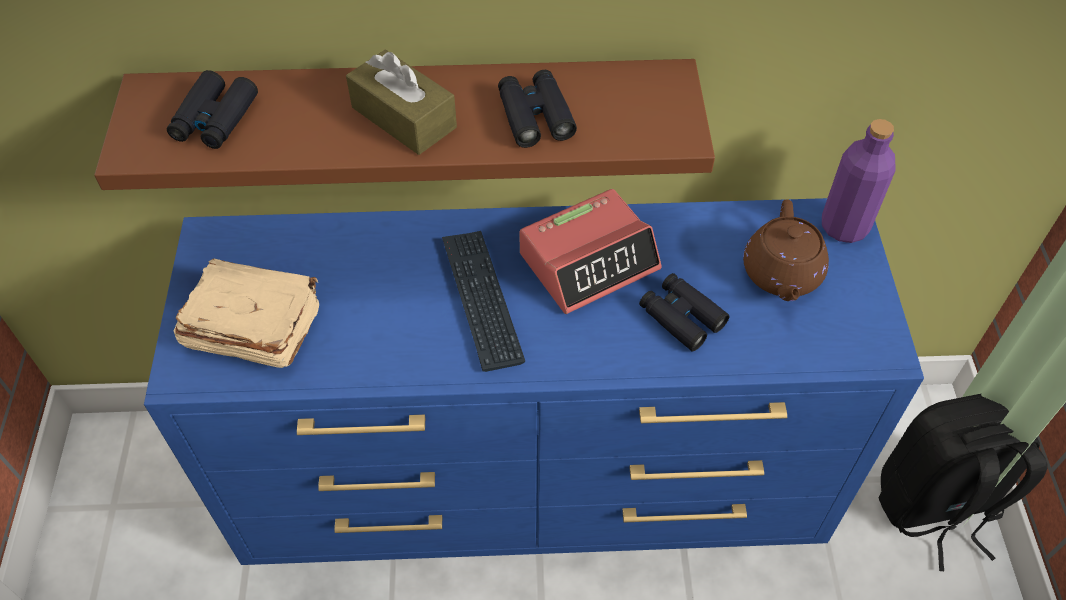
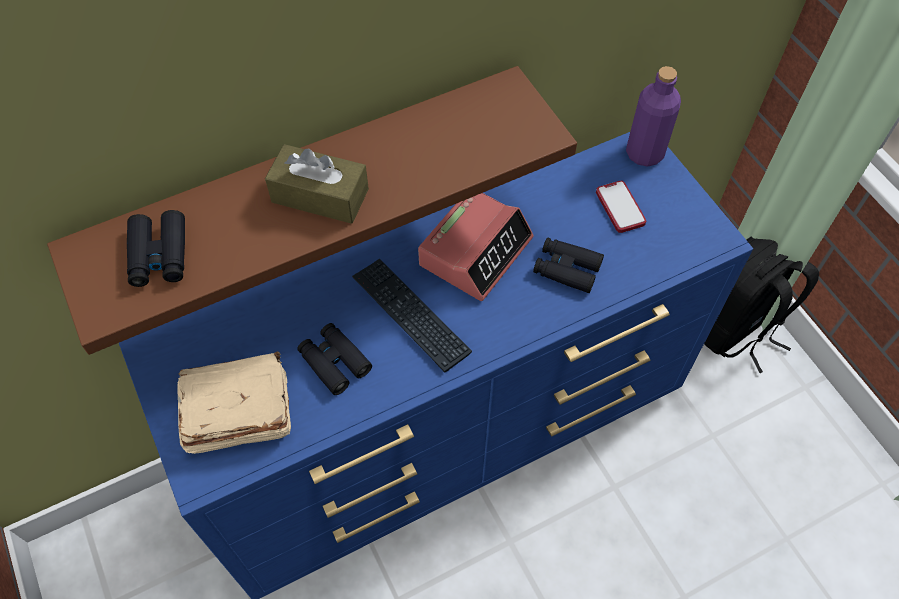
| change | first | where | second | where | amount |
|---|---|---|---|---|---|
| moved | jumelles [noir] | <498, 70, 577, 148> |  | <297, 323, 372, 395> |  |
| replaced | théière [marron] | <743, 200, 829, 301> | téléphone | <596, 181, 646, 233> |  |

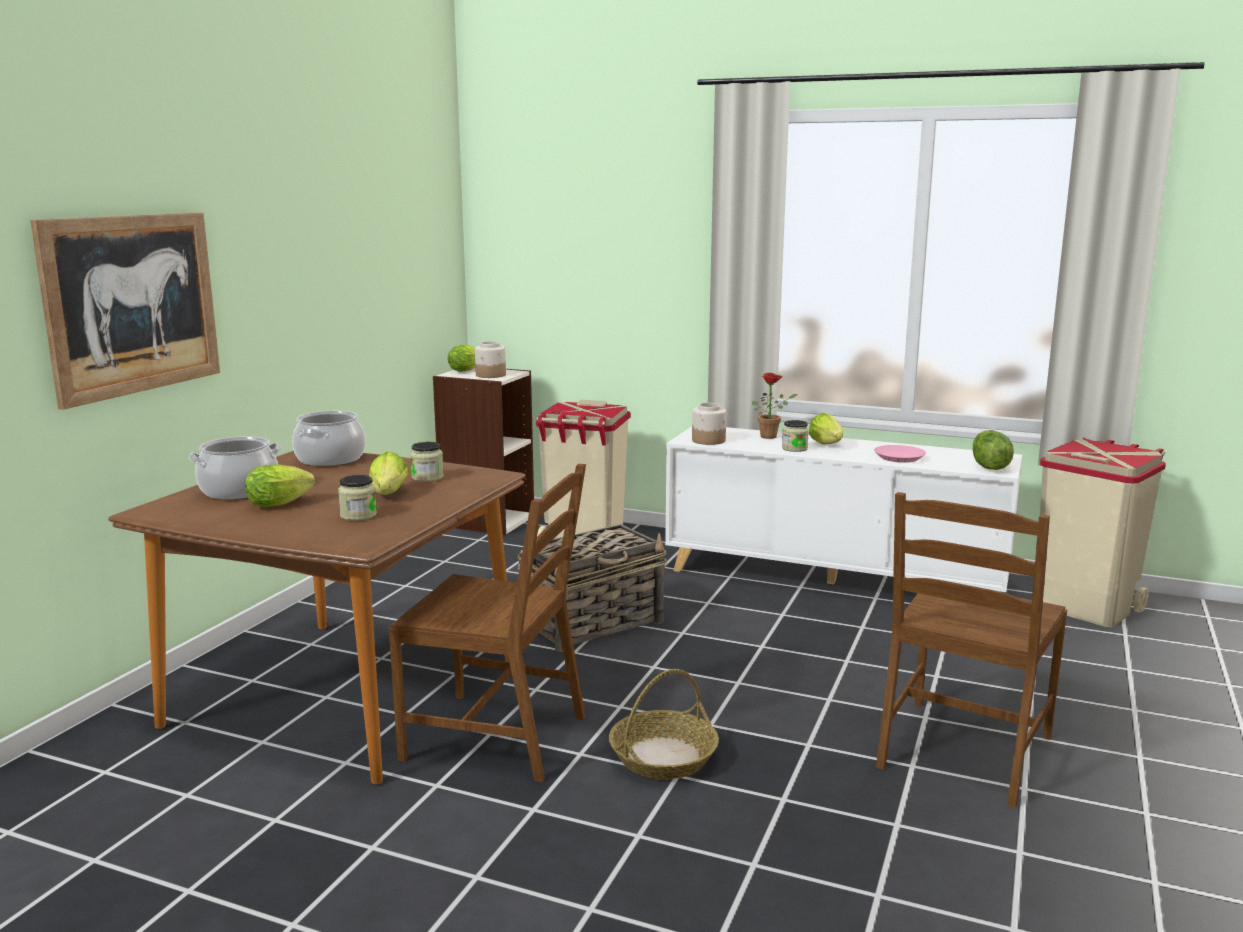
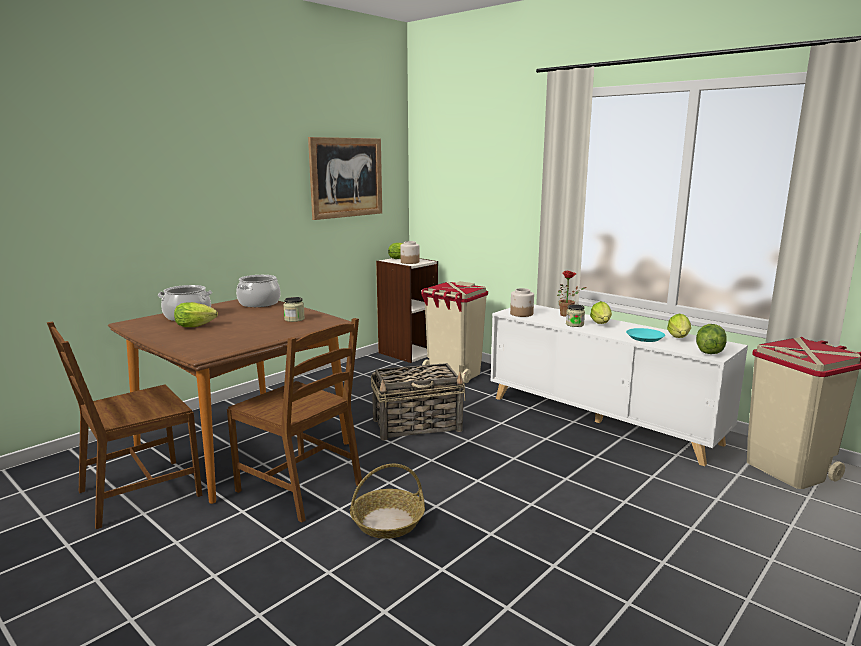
| change | first | where | second | where | amount |
|---|---|---|---|---|---|
| moved | tableau | <30, 212, 220, 410> |  | <308, 137, 382, 220> |  |
| recoloured | assiette [rose] | <874, 445, 926, 463> | assiette [turquoise] | <626, 328, 665, 342> |  |
| moved | laitue | <369, 452, 409, 495> |  | <667, 313, 691, 338> |  |
| removed | bocal | <338, 475, 377, 521> |  |  |  |
| moved | chaise [marron] | <876, 492, 1067, 808> |  | <47, 321, 202, 529> |  |

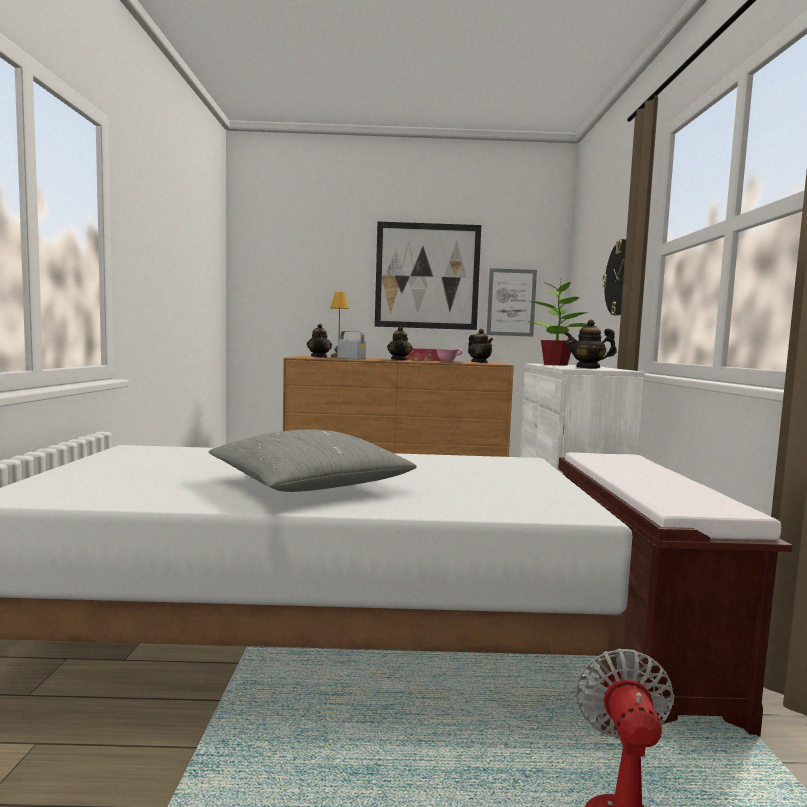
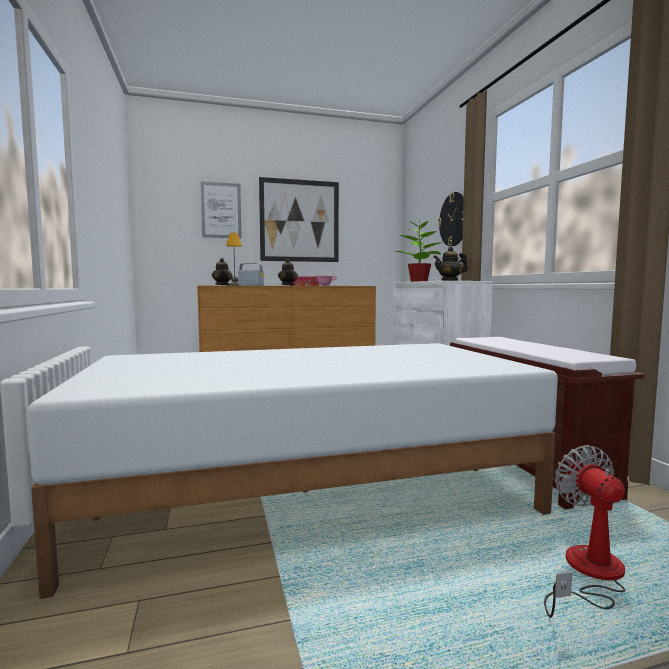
| change | first | where | second | where | amount |
|---|---|---|---|---|---|
| moved | tableau | <487, 268, 537, 337> |  | <200, 181, 242, 239> |  |
| removed | théière | <468, 329, 493, 363> |  |  |  |
| removed | coussin [gris] | <209, 429, 417, 492> |  |  |  |

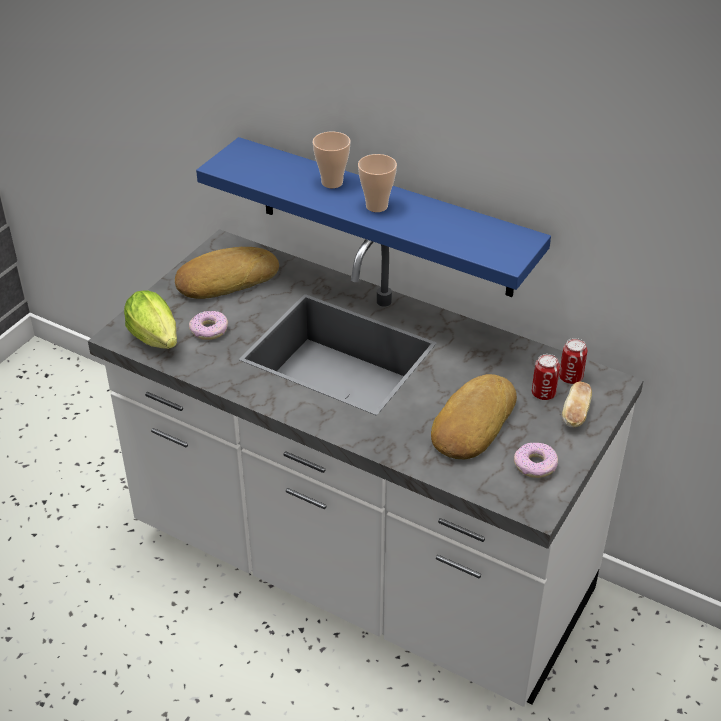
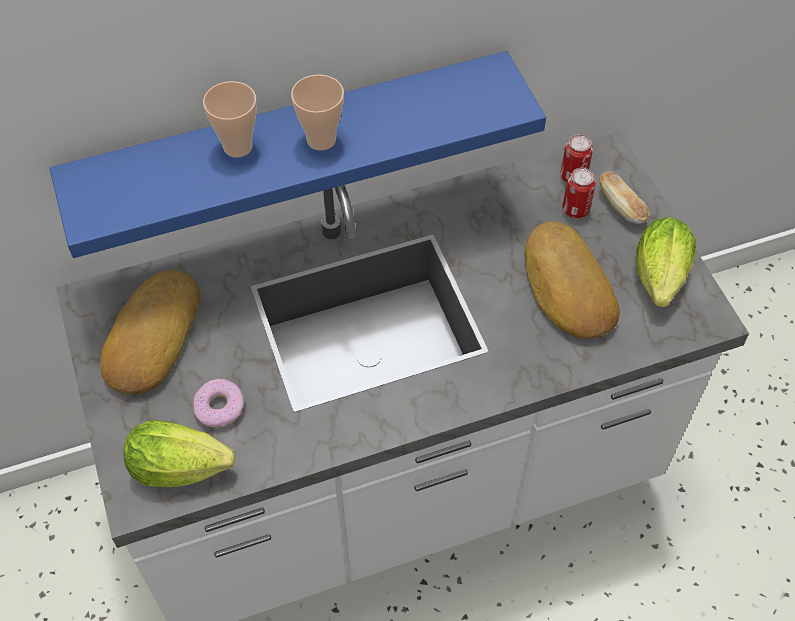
| change | first | where | second | where | amount |
|---|---|---|---|---|---|
| replaced | beignet | <514, 442, 558, 478> | laitue | <636, 217, 696, 307> |  |

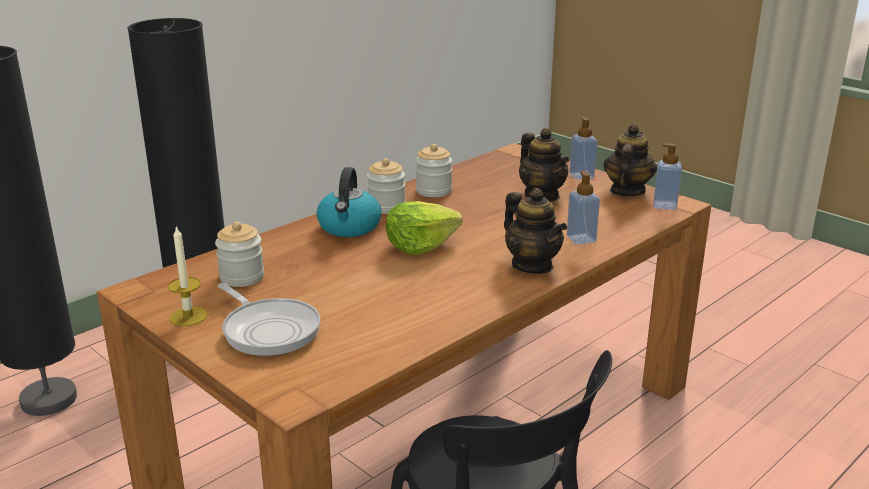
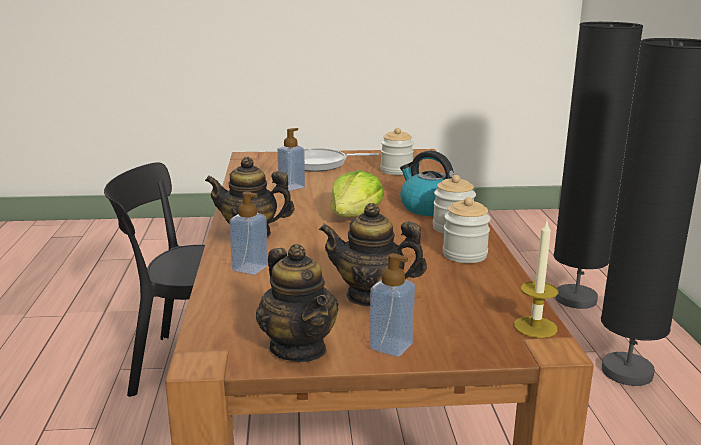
| change | first | where | second | where | amount |
|---|---|---|---|---|---|
| moved | distributeur de savon | <653, 144, 682, 210> |  | <277, 128, 305, 191> |  |
| moved | bougie | <168, 226, 208, 326> |  | <514, 221, 559, 338> |  |

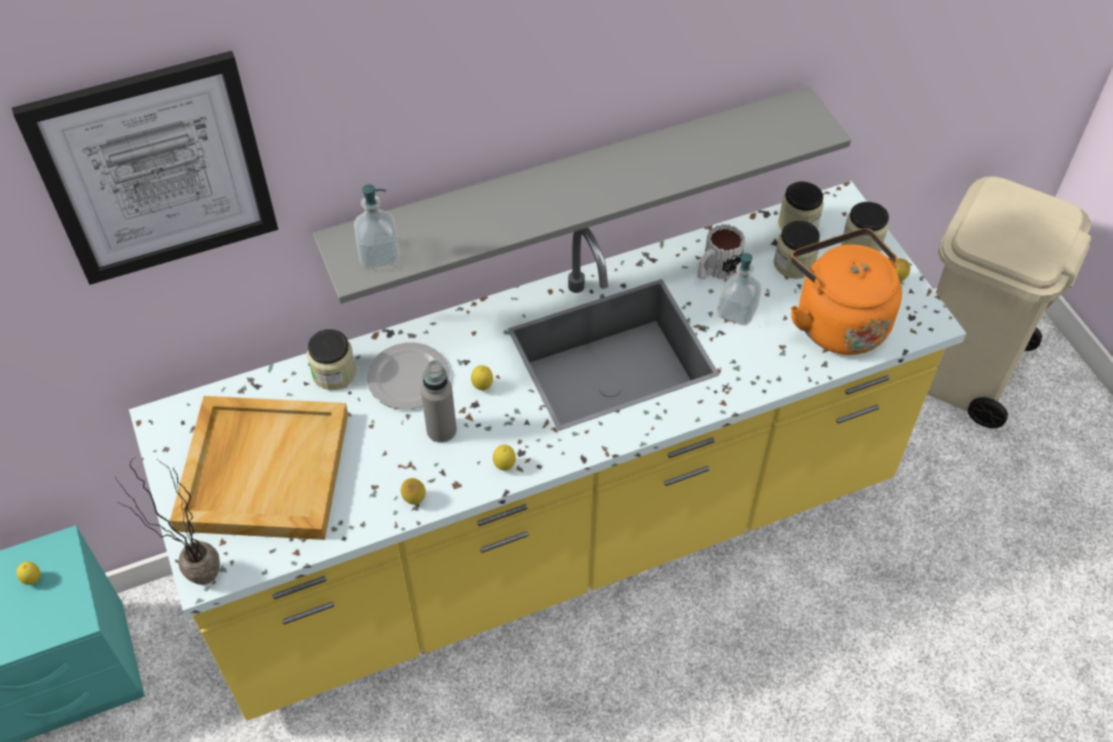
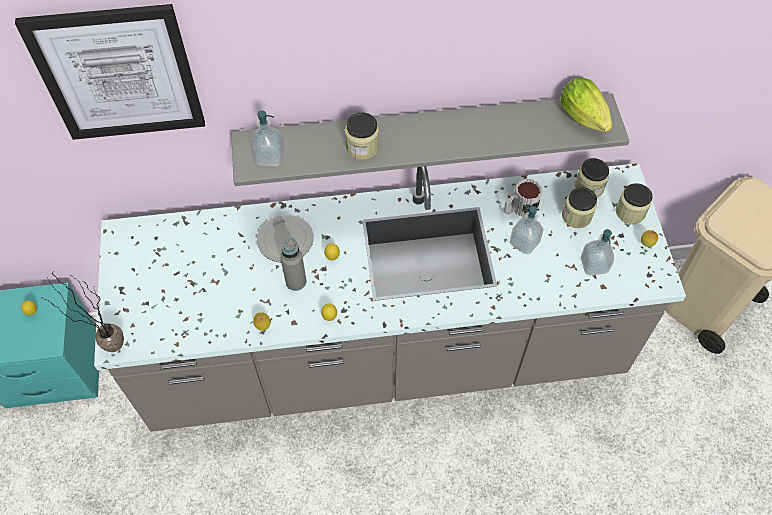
| change | first | where | second | where | amount |
|---|---|---|---|---|---|
| recoloured | comptoir de cuisine [jaune] | <129, 181, 966, 721> | comptoir de cuisine [gris] | <94, 163, 686, 432> |  |
| replaced | bouilloire [orange] | <791, 228, 902, 355> | distributeur de savon | <581, 229, 614, 275> |  |
| moved | bocal | <307, 329, 356, 390> |  | <345, 112, 379, 160> |  |
| removed | plateau [beige] | <170, 396, 348, 540> |  |  |  |
| added |  |  | laitue | <560, 77, 613, 132> |  |

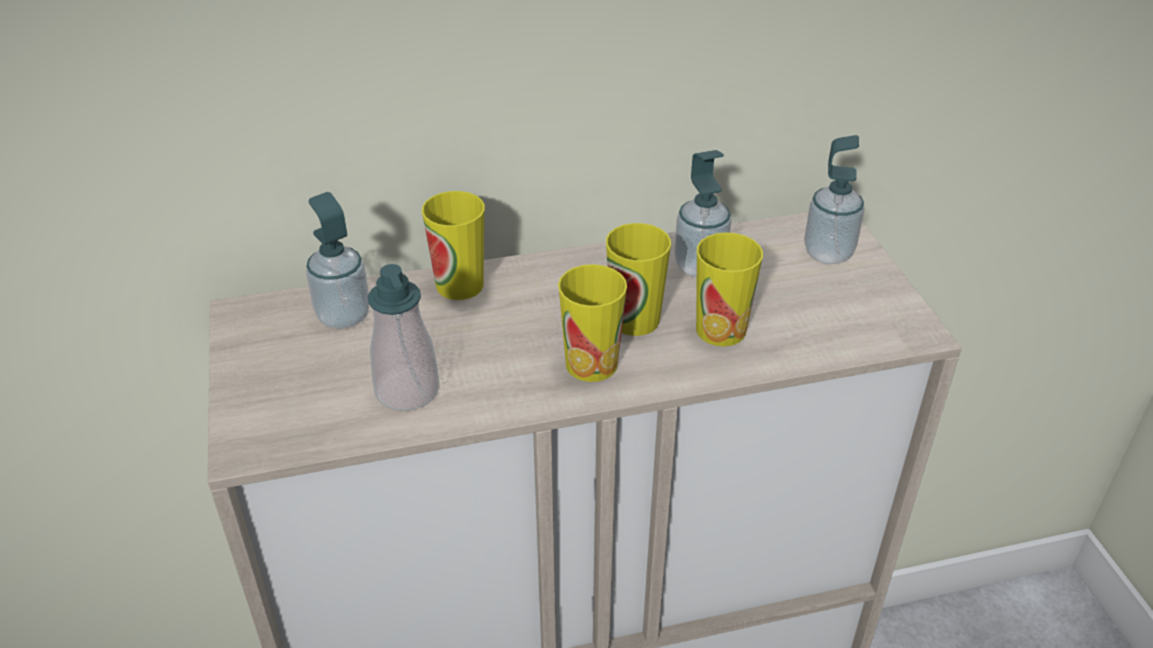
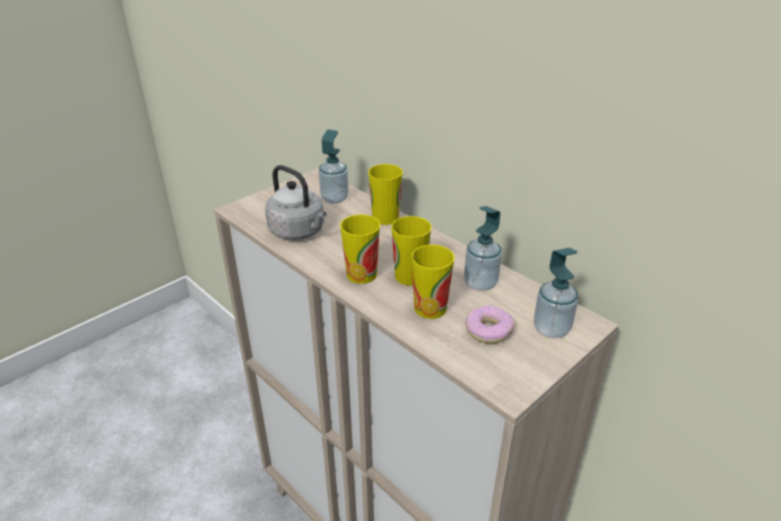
| change | first | where | second | where | amount |
|---|---|---|---|---|---|
| replaced | distributeur de savon | <368, 264, 440, 411> | bouilloire [gris] | <265, 165, 327, 240> |  |
| added |  |  | beignet | <465, 306, 514, 344> |  |

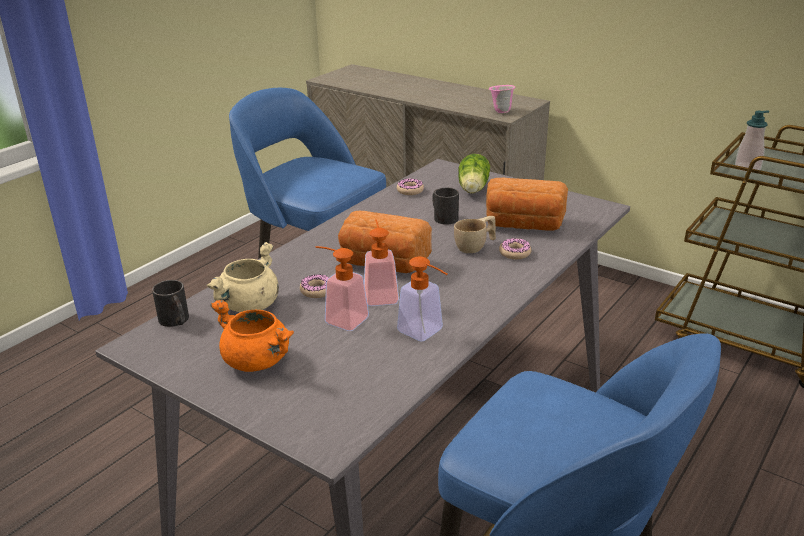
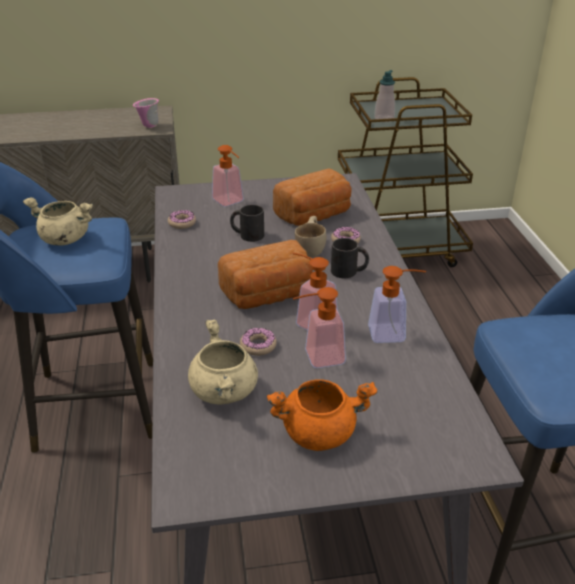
| change | first | where | second | where | amount |
|---|---|---|---|---|---|
| replaced | laitue | <458, 154, 490, 194> | distributeur de savon | <212, 145, 244, 207> |  |
| moved | mug [noir] | <152, 280, 189, 327> |  | <331, 238, 369, 278> |  |
| added |  |  | marmite [beige] | <23, 197, 93, 246> |  |

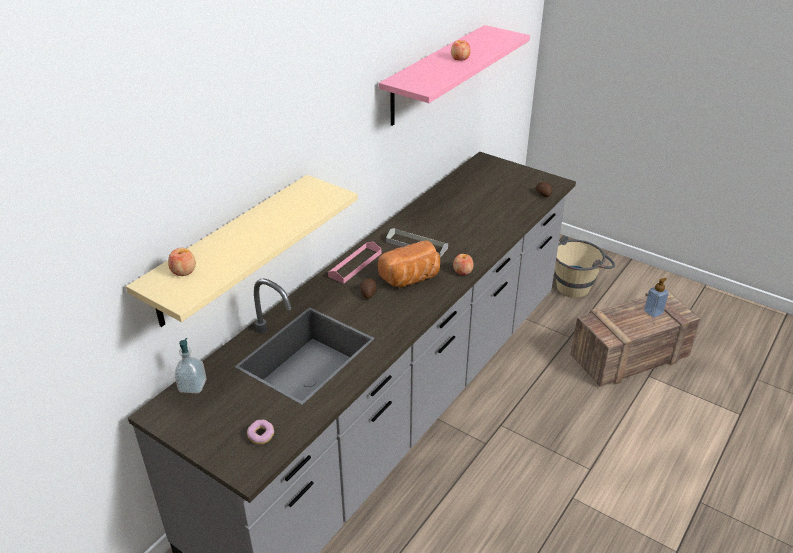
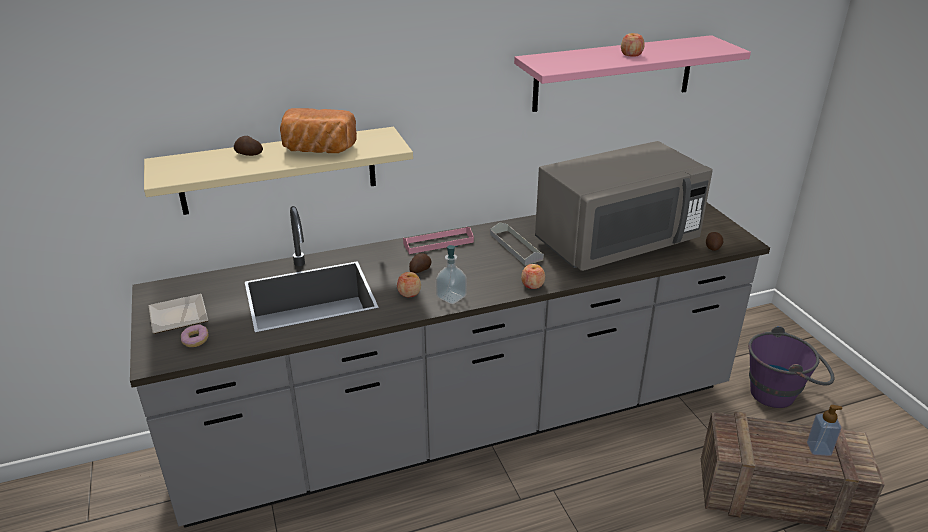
| change | first | where | second | where | amount |
|---|---|---|---|---|---|
| recoloured | seau [beige] | <555, 236, 615, 298> | seau [violet] | <748, 326, 835, 408> |  |
| moved | pain | <378, 241, 440, 288> |  | <280, 108, 357, 153> |  |
| moved | pomme | <168, 248, 196, 276> |  | <397, 272, 421, 297> |  |
| moved | distributeur de savon | <174, 338, 207, 393> |  | <436, 245, 467, 304> |  |
| added |  |  | pomme de terre | <234, 136, 263, 156> |  |
| added |  |  | micro-ondes [gris] | <535, 141, 713, 271> |  |
| added |  |  | assiette | <149, 294, 208, 334> |  |

